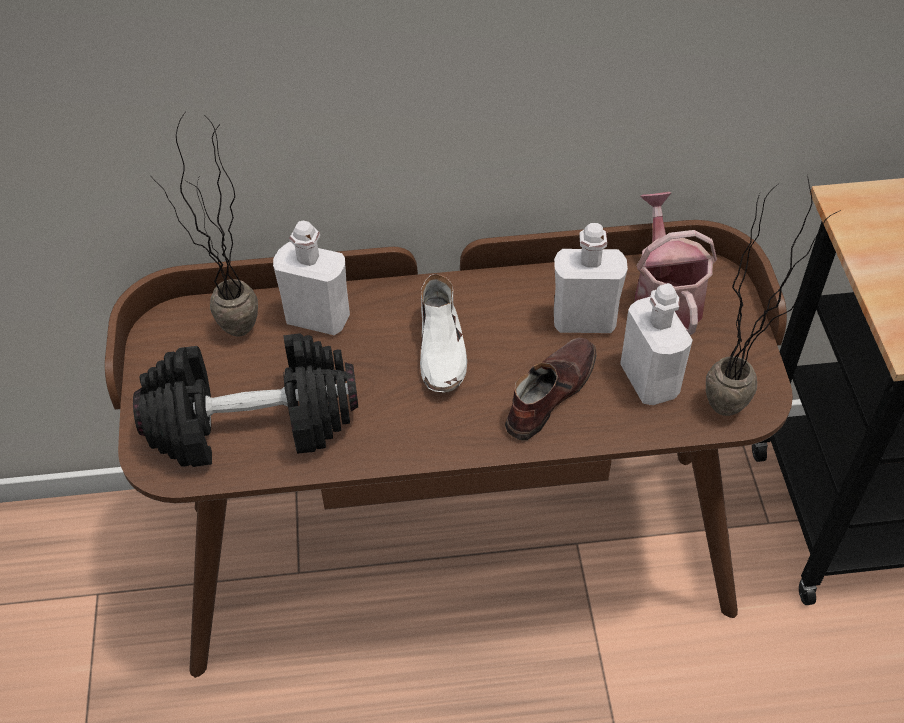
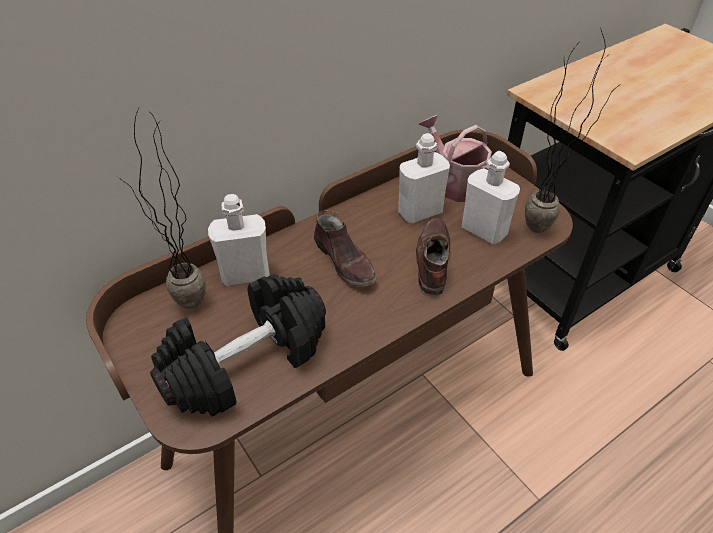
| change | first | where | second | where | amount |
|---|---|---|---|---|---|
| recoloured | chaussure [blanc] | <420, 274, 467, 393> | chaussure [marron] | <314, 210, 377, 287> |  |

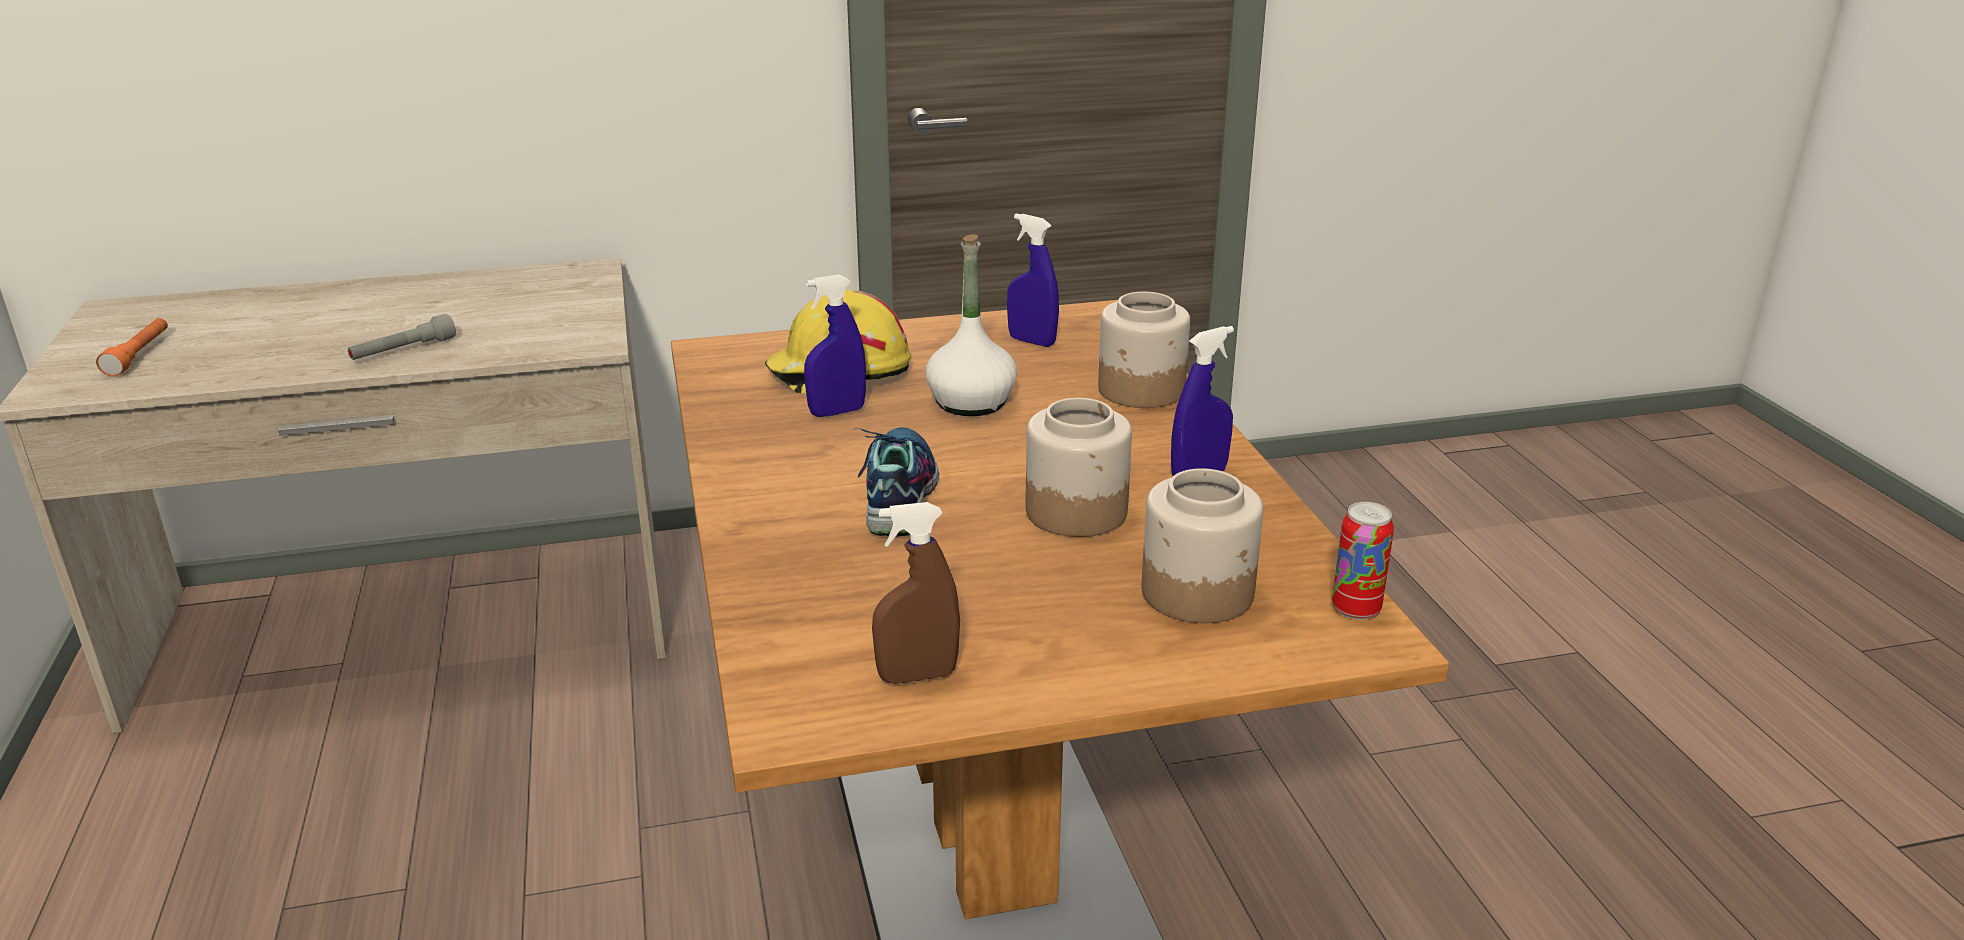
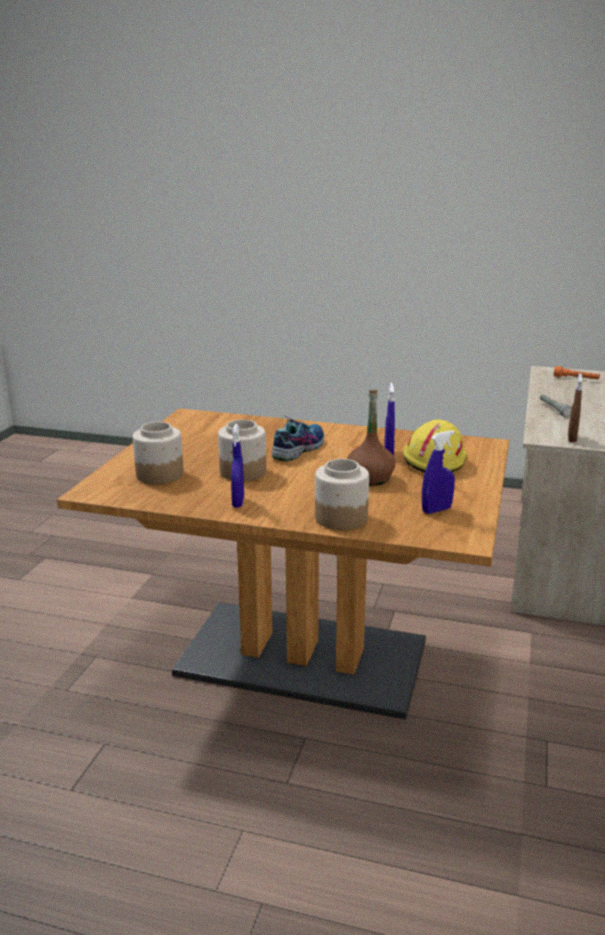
| change | first | where | second | where | amount |
|---|---|---|---|---|---|
| recoloured | bouteille [blanc] | <925, 234, 1017, 416> | bouteille [marron] | <347, 390, 396, 486> |  |
| turned | chaussure | <855, 427, 939, 537> |  | <272, 415, 324, 461> | 90 degrees counterclockwise |
| moved | vaporisateur [marron] | <872, 502, 960, 684> |  | <568, 373, 583, 442> |  |
| removed | boîte métallique | <1332, 502, 1394, 620> |  |  |  |

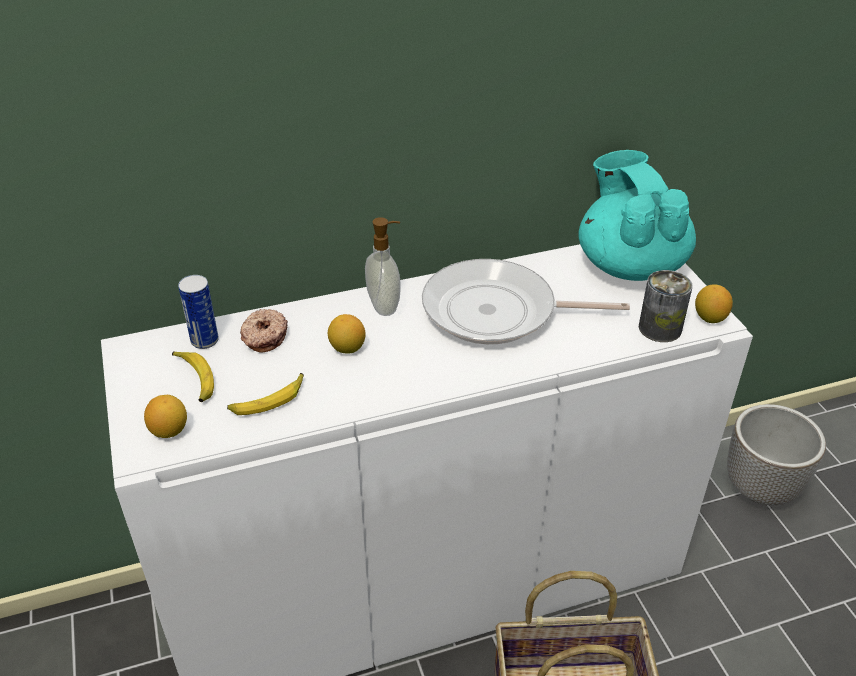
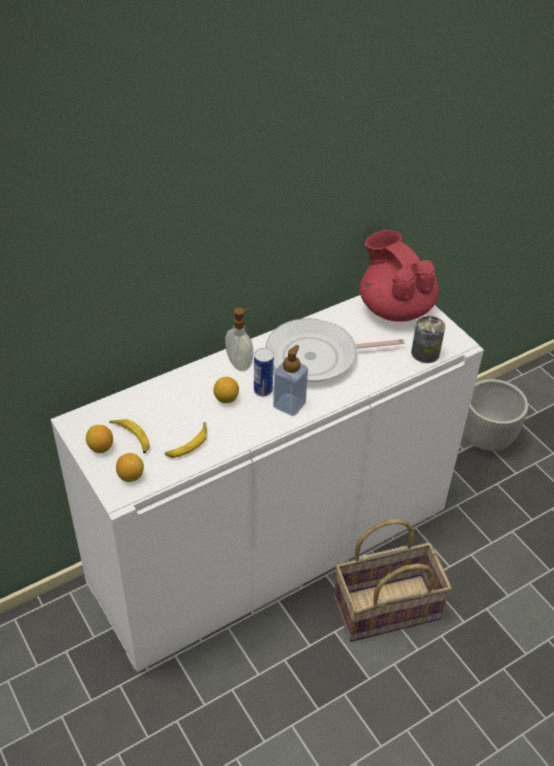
| change | first | where | second | where | amount |
|---|---|---|---|---|---|
| recoloured | théière [turquoise] | <579, 150, 696, 281> | théière [rouge] | <360, 230, 439, 322> |  |
| moved | boîte métallique | <178, 275, 219, 349> |  | <254, 348, 274, 397> |  |
| moved | citron | <695, 285, 733, 323> |  | <86, 425, 113, 453> |  |
| removed | beignet | <240, 309, 288, 352> |  |  |  |
| added |  |  | distributeur de savon | <273, 345, 308, 416> |  |

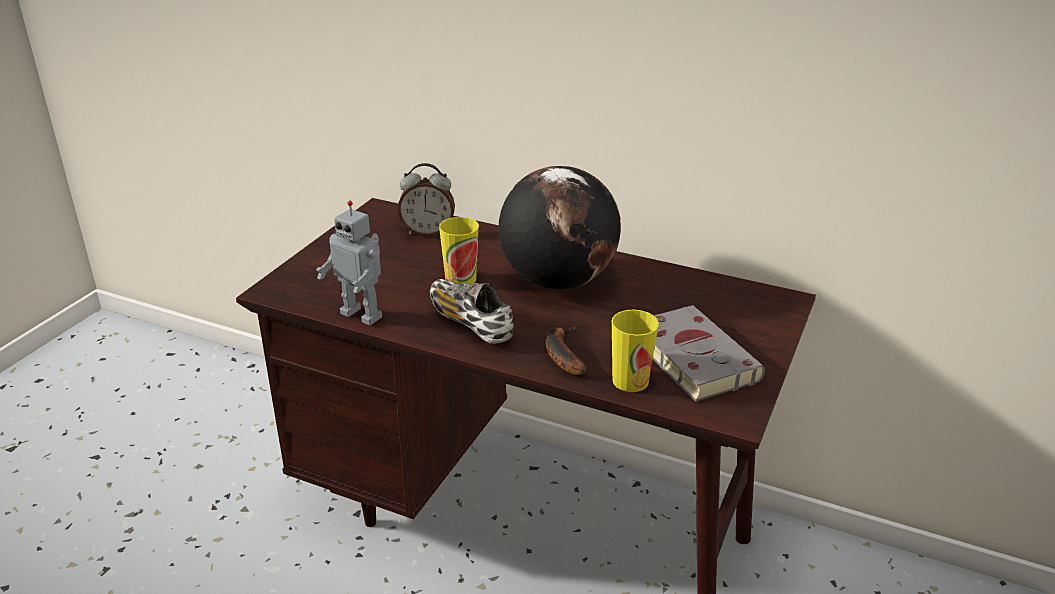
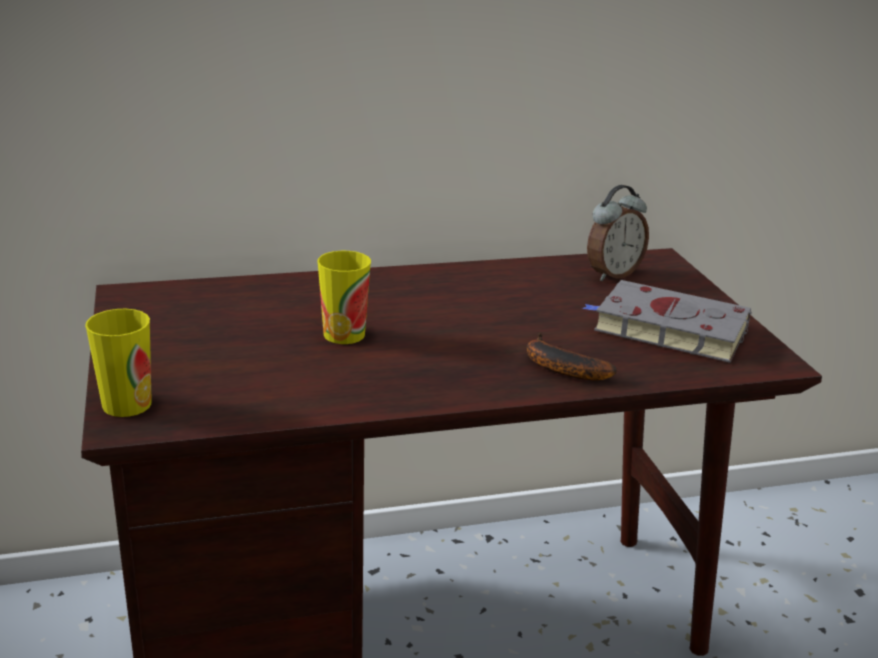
| change | first | where | second | where | amount |
|---|---|---|---|---|---|
| moved | réveil | <398, 163, 455, 237> |  | <587, 185, 649, 281> |  |
| removed | globe | <499, 166, 621, 289> |  |  |  |
| removed | robot jouet | <316, 201, 382, 325> |  |  |  |
| removed | chaussure | <430, 279, 514, 344> |  |  |  |
| moved | tasse | <611, 310, 659, 392> |  | <85, 309, 152, 417> |  |

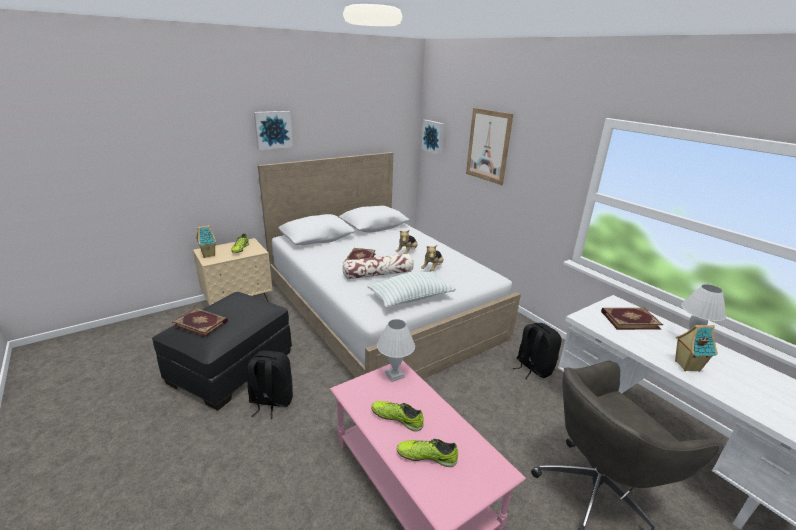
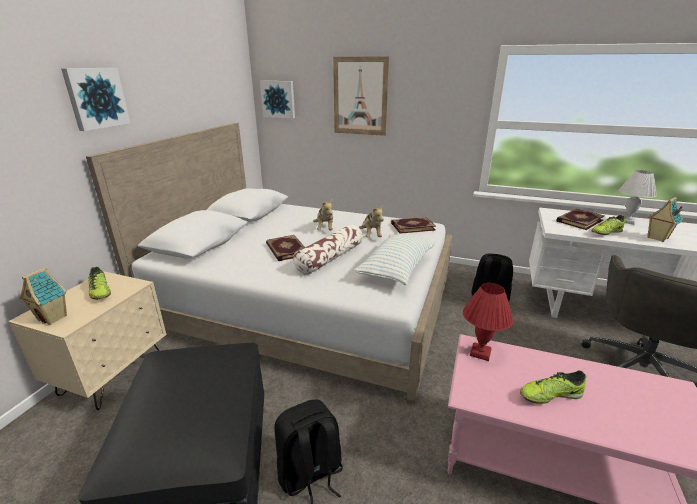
| change | first | where | second | where | amount |
|---|---|---|---|---|---|
| moved | livre | <172, 308, 228, 337> |  | <391, 217, 436, 234> |  |
| recoloured | lampe de table [blanc] | <377, 319, 415, 382> | lampe de table [rouge] | <463, 283, 513, 361> |  |
| moved | chaussure | <397, 438, 458, 467> |  | <591, 215, 625, 235> |  |

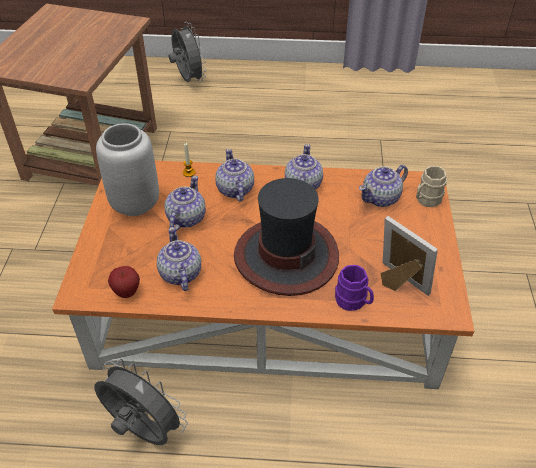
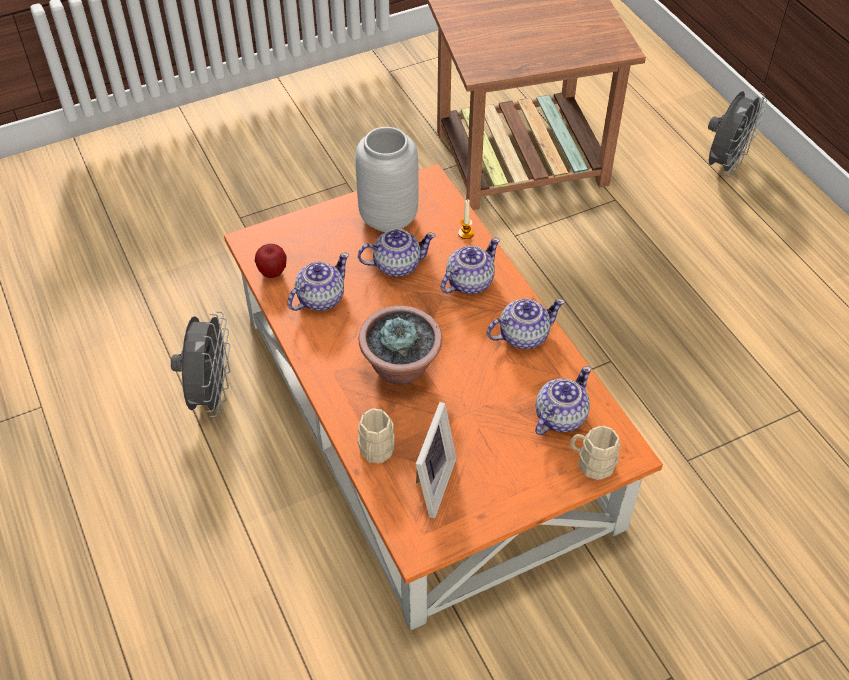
| change | first | where | second | where | amount |
|---|---|---|---|---|---|
| turned | théière | <359, 165, 408, 207> |  | <535, 366, 591, 435> | 105 degrees clockwise |
| replaced | chapeau | <234, 178, 339, 296> | plante en pot | <359, 306, 442, 385> |  |
| recoloured | mug [violet] | <335, 265, 374, 311> | mug [beige] | <357, 408, 395, 464> |  |

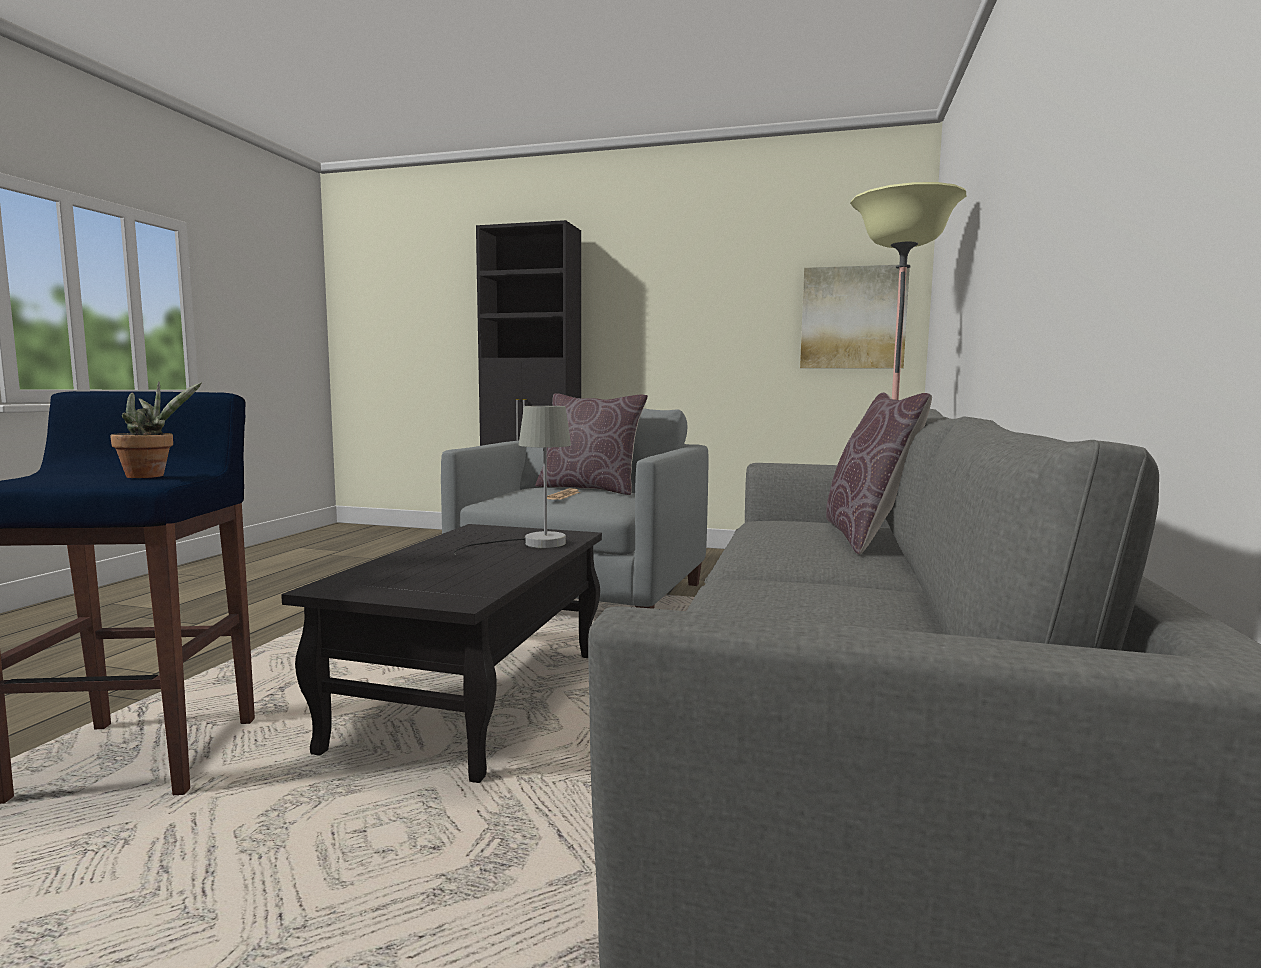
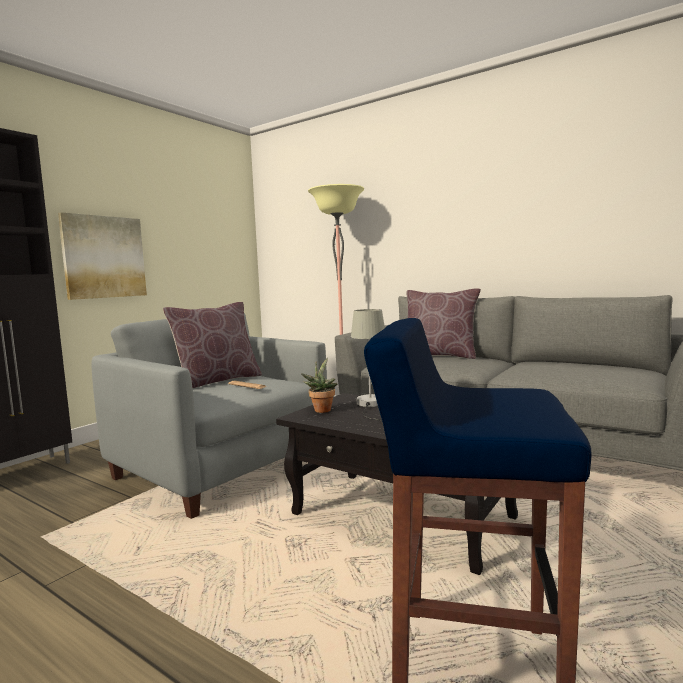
| change | first | where | second | where | amount |
|---|---|---|---|---|---|
| moved | tableau | <800, 264, 910, 368> |  | <58, 212, 147, 300> |  |
| moved | plante en pot | <110, 381, 202, 478> |  | <301, 358, 338, 413> |  |

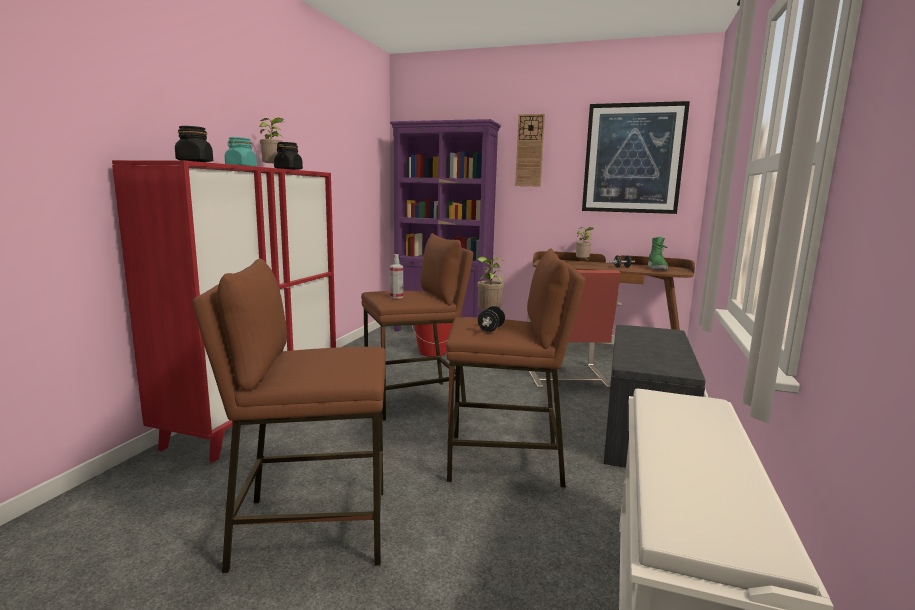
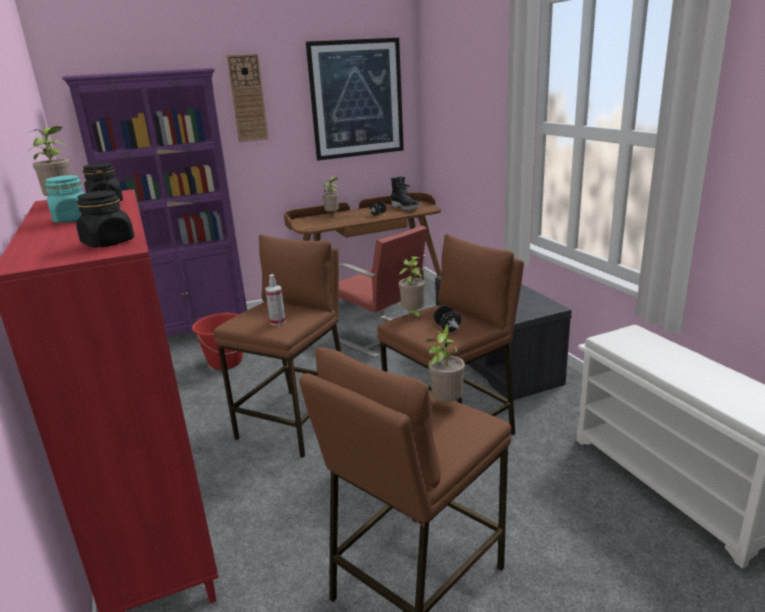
| change | first | where | second | where | amount |
|---|---|---|---|---|---|
| recoloured | botte [vert] | <648, 237, 668, 270> | botte [noir] | <391, 176, 419, 211> |  |
| added |  |  | plante en pot | <426, 323, 465, 402> |  |

